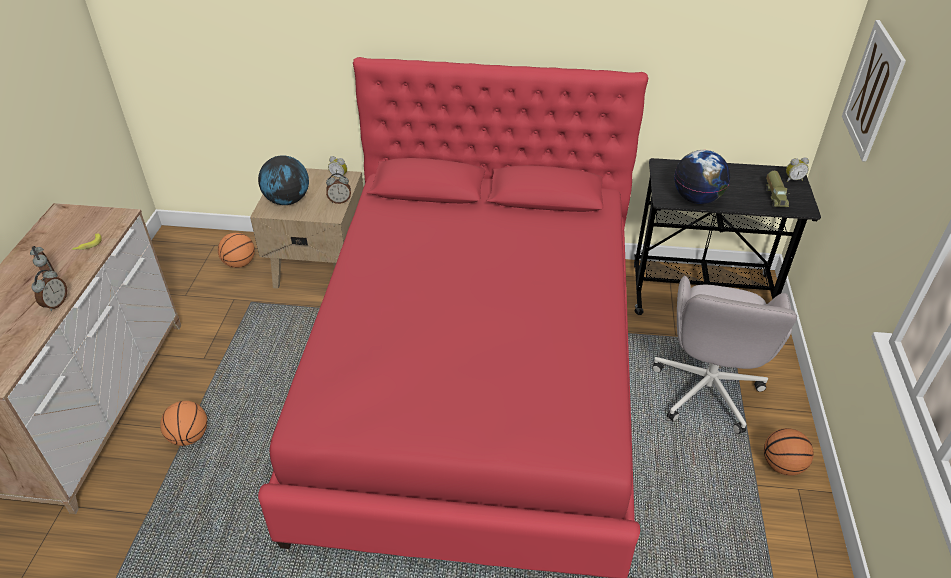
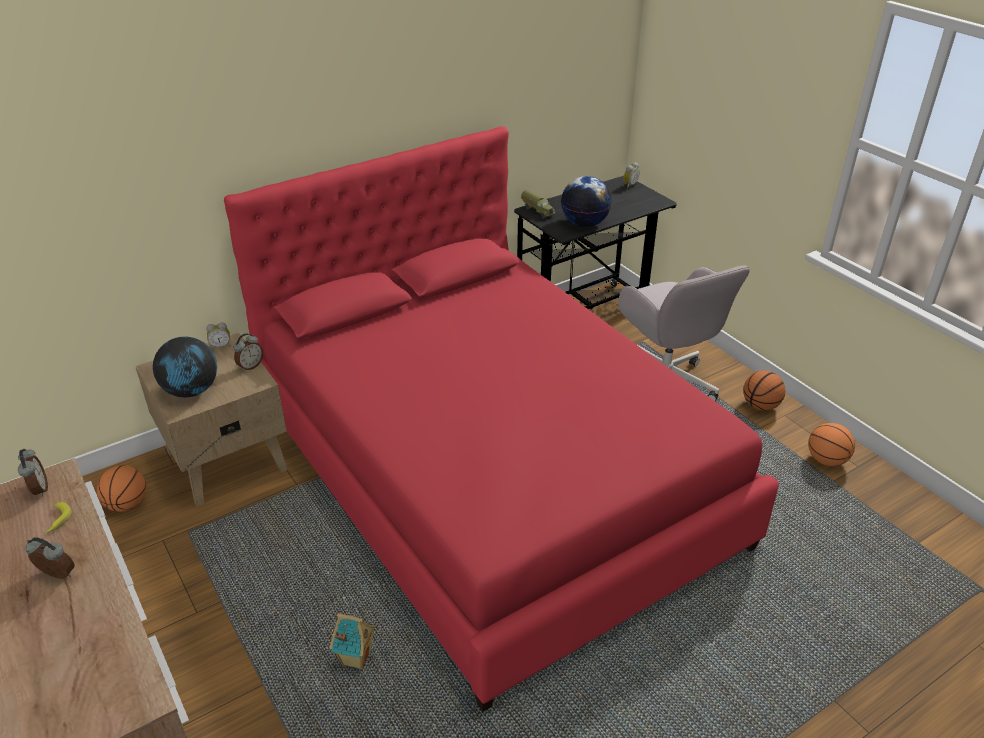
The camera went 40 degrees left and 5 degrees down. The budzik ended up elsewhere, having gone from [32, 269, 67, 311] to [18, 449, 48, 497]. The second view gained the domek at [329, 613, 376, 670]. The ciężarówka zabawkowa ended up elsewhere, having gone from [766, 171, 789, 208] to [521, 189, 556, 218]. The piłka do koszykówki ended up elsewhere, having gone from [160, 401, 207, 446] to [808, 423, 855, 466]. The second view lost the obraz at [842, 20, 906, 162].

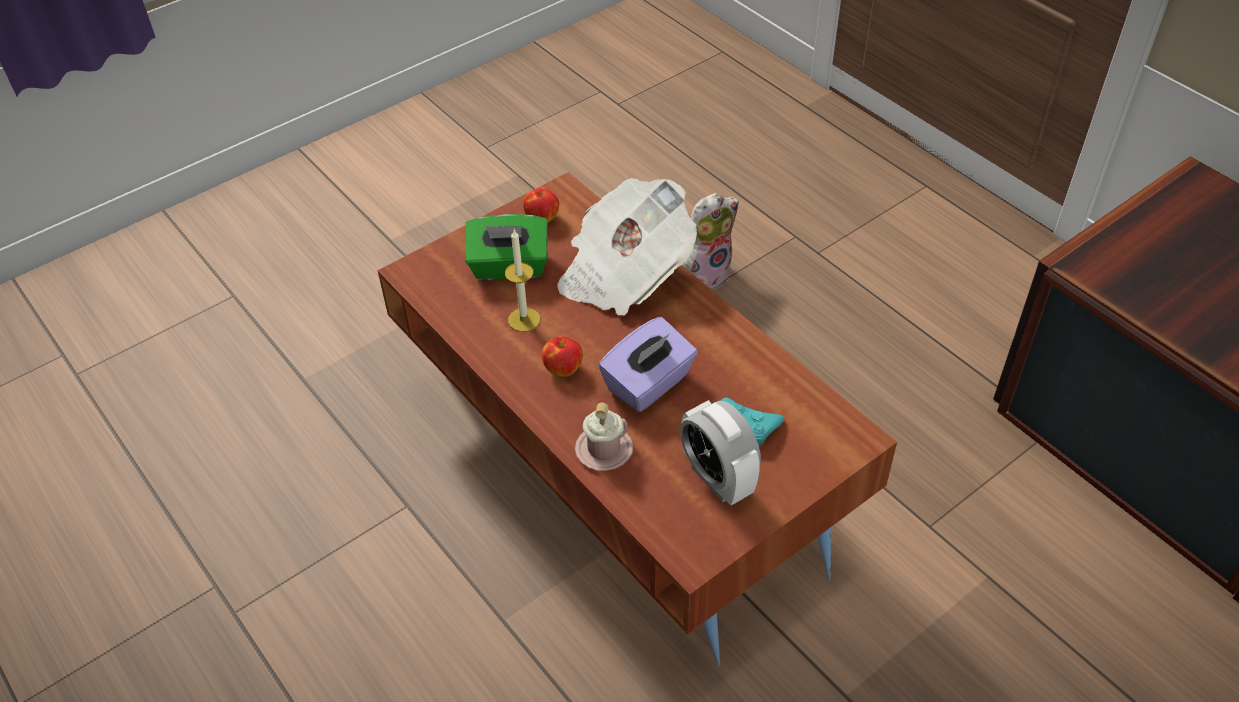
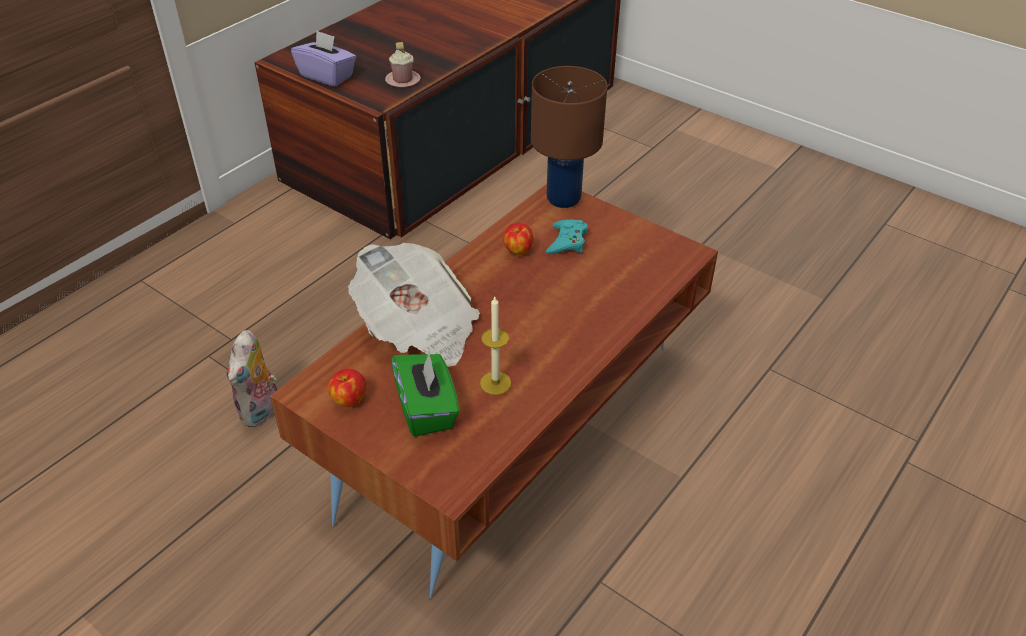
The camera went 105 degrees left and 5 degrees down. The pluszak at [683, 193, 739, 289] ended up facing another way, 120 degrees counterclockwise from before. The pudełko chusteczek [fioletowy] ended up elsewhere, having gone from [598, 317, 698, 412] to [291, 30, 356, 87]. The kubek [różowy] ended up elsewhere, having gone from [575, 403, 633, 471] to [385, 42, 420, 87]. The jabłko ended up elsewhere, having gone from [542, 336, 583, 377] to [503, 223, 533, 255]. The second view gained the lampa stołowa [brązowy] at [531, 66, 607, 208]. The second view lost the budzik at [680, 400, 761, 506].

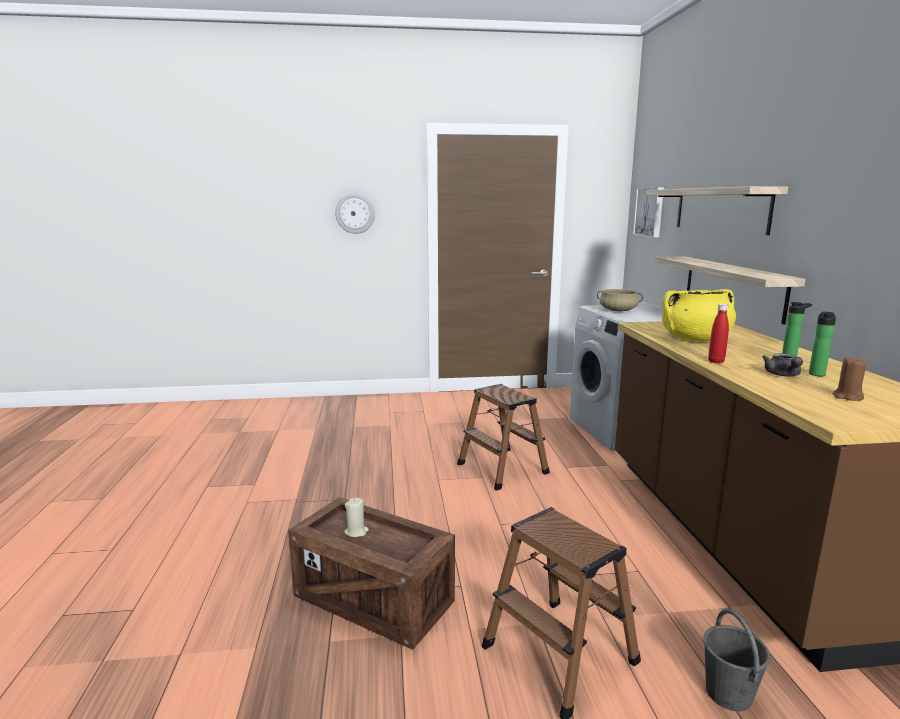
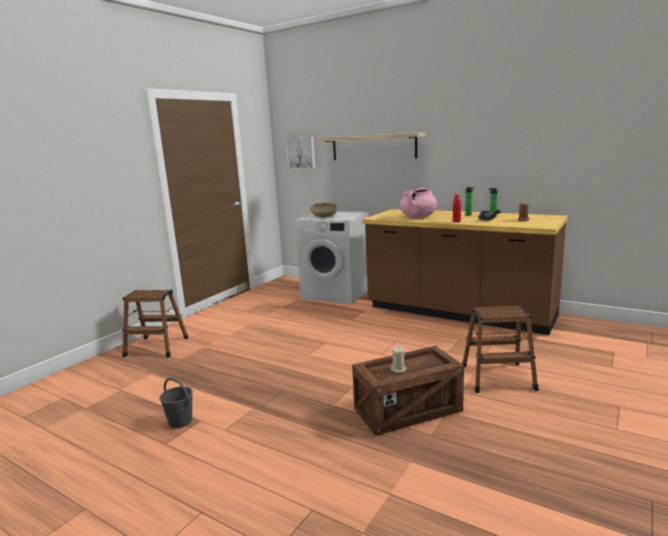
The camera went 50 degrees left and 0 degrees up. The drabinka [brązowy] ended up elsewhere, having gone from [457, 384, 550, 491] to [122, 289, 188, 358]. The wiadro [szary] ended up elsewhere, having gone from [703, 608, 771, 712] to [159, 377, 193, 428]. What was the garnek [żółty] at [662, 289, 736, 341] turned into the garnek [różowy] at [399, 188, 437, 218]. The second view lost the zegar ścienny at [335, 193, 375, 234]. The second view lost the półka at [655, 256, 806, 324].

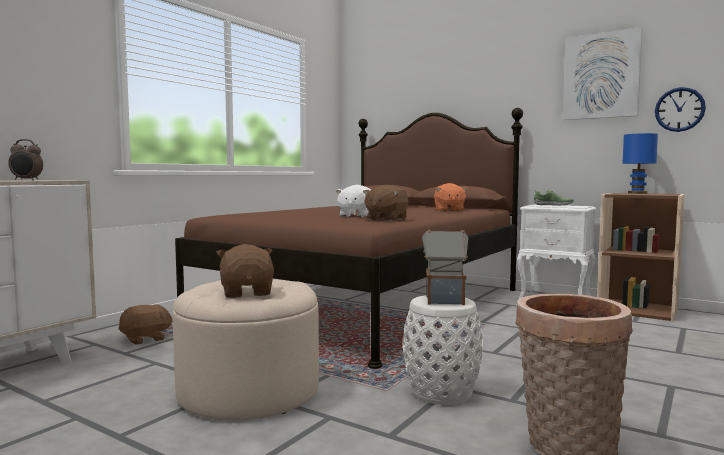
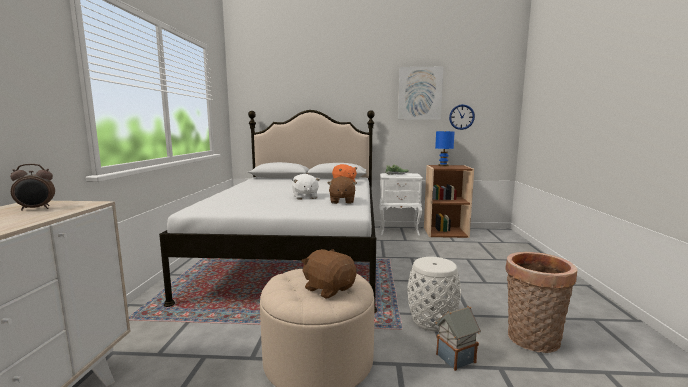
The camera went 30 degrees left and 5 degrees up. What was the łóżko [brązowy] at [175, 108, 523, 369] turned into the łóżko [biały] at [159, 110, 377, 313]. The domek ended up elsewhere, having gone from [422, 230, 468, 305] to [436, 306, 481, 371]. The second view lost the pluszak [brązowy] at [118, 304, 173, 345].

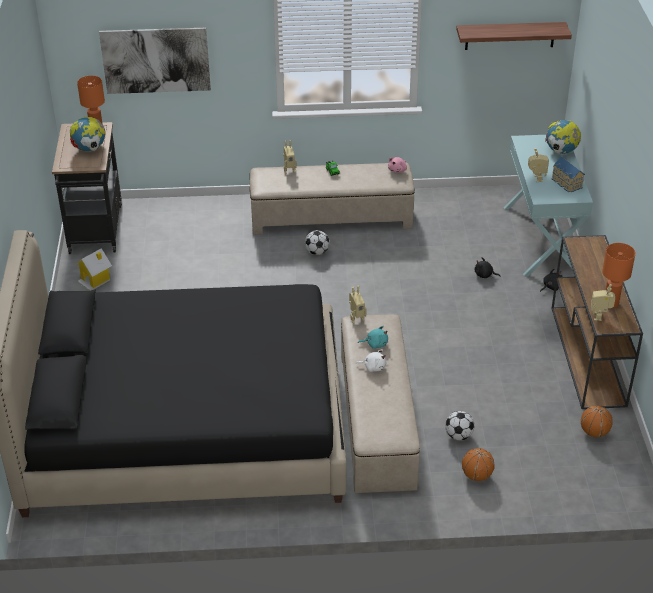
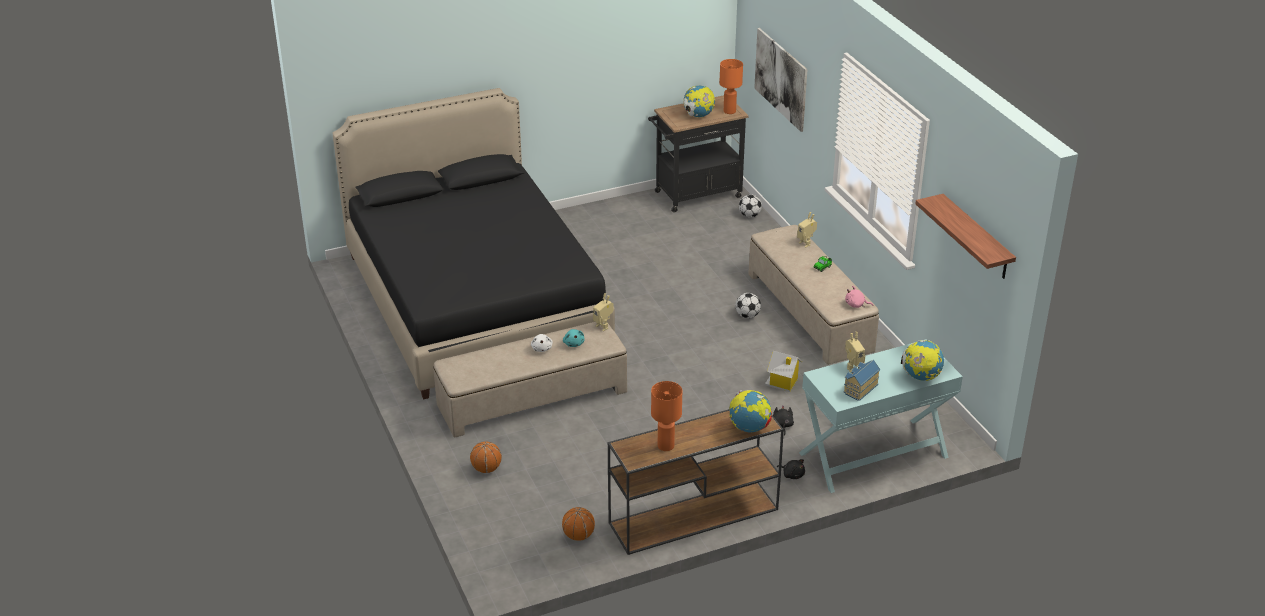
The camera went 70 degrees right and 5 degrees down. The second view gained the globus at [729, 390, 772, 433]. The piłka futbolowa ended up elsewhere, having gone from [445, 411, 475, 440] to [739, 194, 762, 218]. The domek ended up elsewhere, having gone from [75, 248, 112, 291] to [765, 351, 802, 392]. The second view lost the robot zabawkowy at [591, 284, 615, 321].

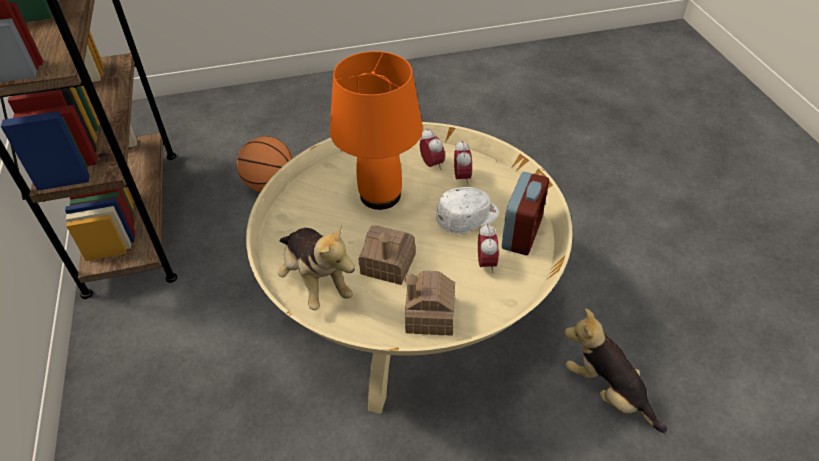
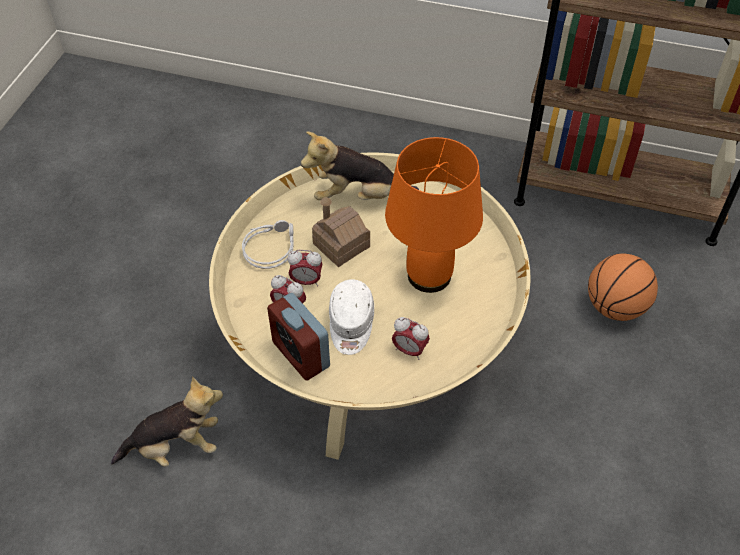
The camera went 120 degrees right and 5 degrees up. Where the domek stood at [405, 271, 455, 336], the słuchawki [szary] came to stand at [242, 220, 294, 269]. The budzik ended up elsewhere, having gone from [420, 128, 445, 170] to [287, 250, 322, 287].

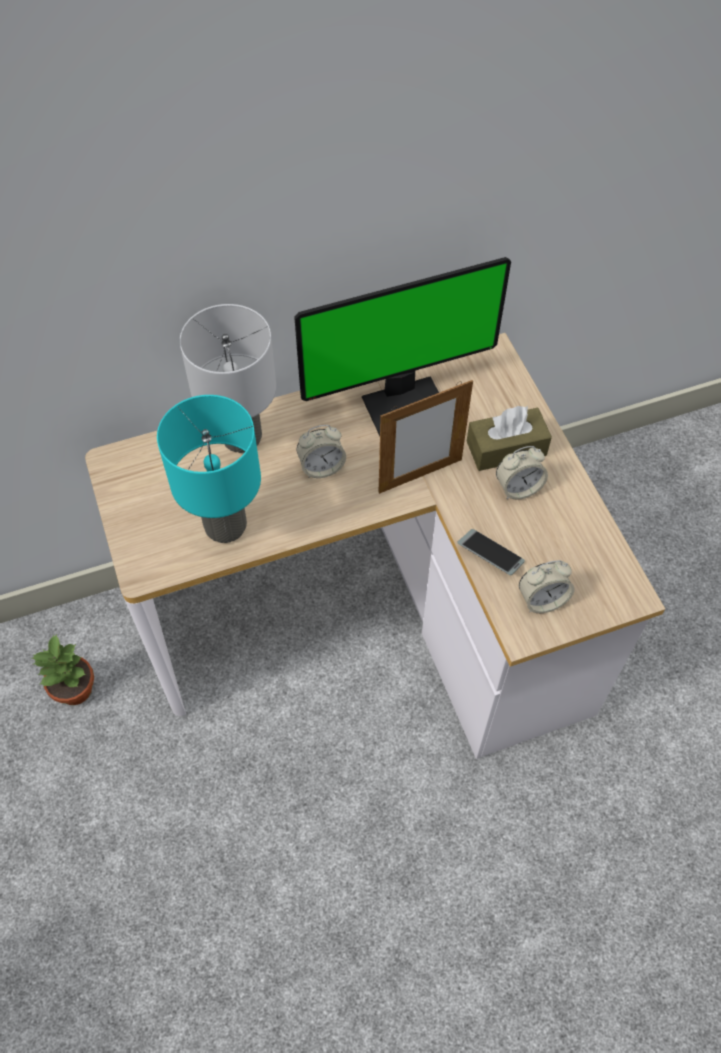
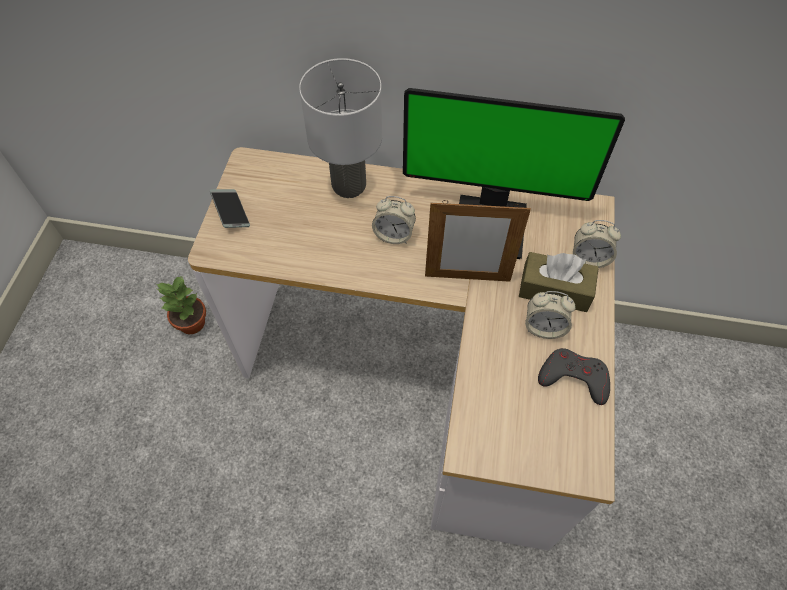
The camera went 30 degrees right and 0 degrees up. The telefon ended up elsewhere, having gone from [457, 529, 525, 575] to [210, 189, 250, 228]. The second view gained the pad do gier [szary] at [538, 348, 610, 405]. The budzik ended up elsewhere, having gone from [519, 560, 574, 613] to [573, 220, 621, 268]. The second view lost the lampa stołowa [turkusowy] at [157, 395, 261, 543].

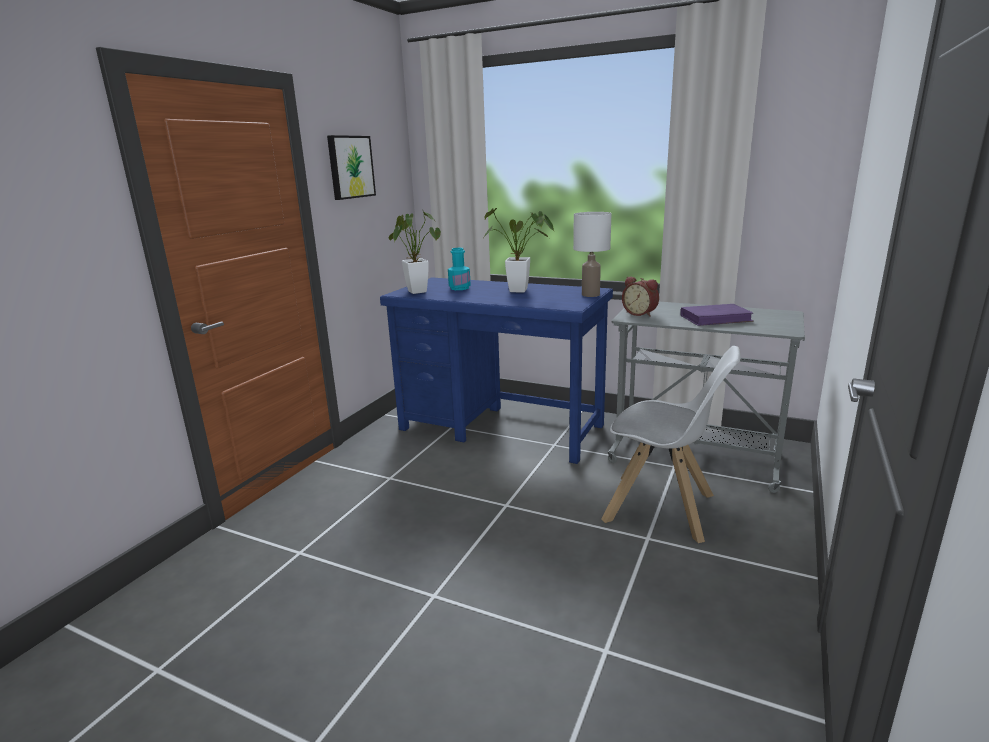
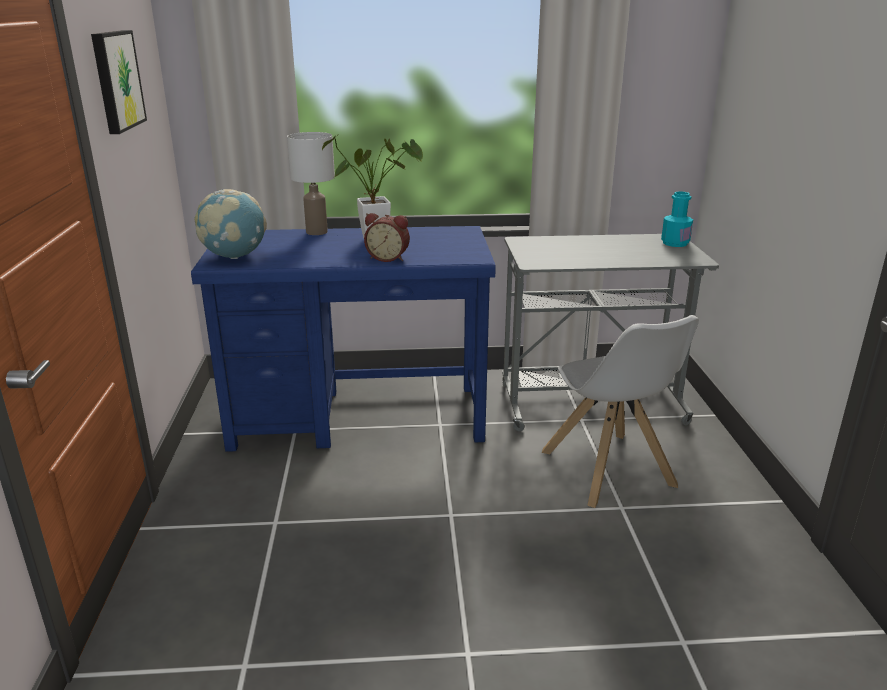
The camera went 30 degrees left and 5 degrees up. Where the roślina doniczkowa stood at [389, 209, 441, 294], the globus came to stand at [194, 189, 267, 259]. The lampa stołowa [biały] ended up elsewhere, having gone from [573, 212, 612, 297] to [287, 132, 335, 235]. The budzik ended up elsewhere, having gone from [622, 276, 659, 317] to [364, 213, 410, 262]. The krzesło at [601, 346, 741, 543] ended up facing another way, 75 degrees clockwise from before. The butelka [turkusowy] ended up elsewhere, having gone from [448, 248, 471, 290] to [661, 192, 693, 247]. The second view lost the książka [fioletowy] at [680, 304, 754, 326].

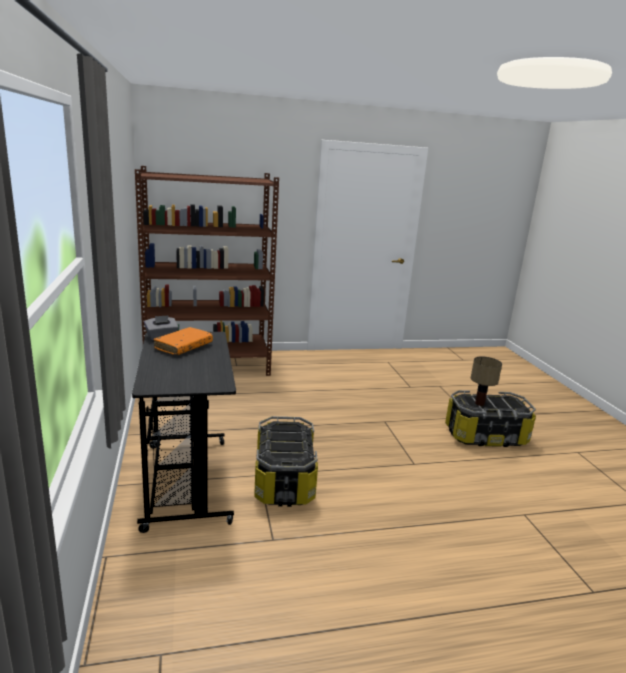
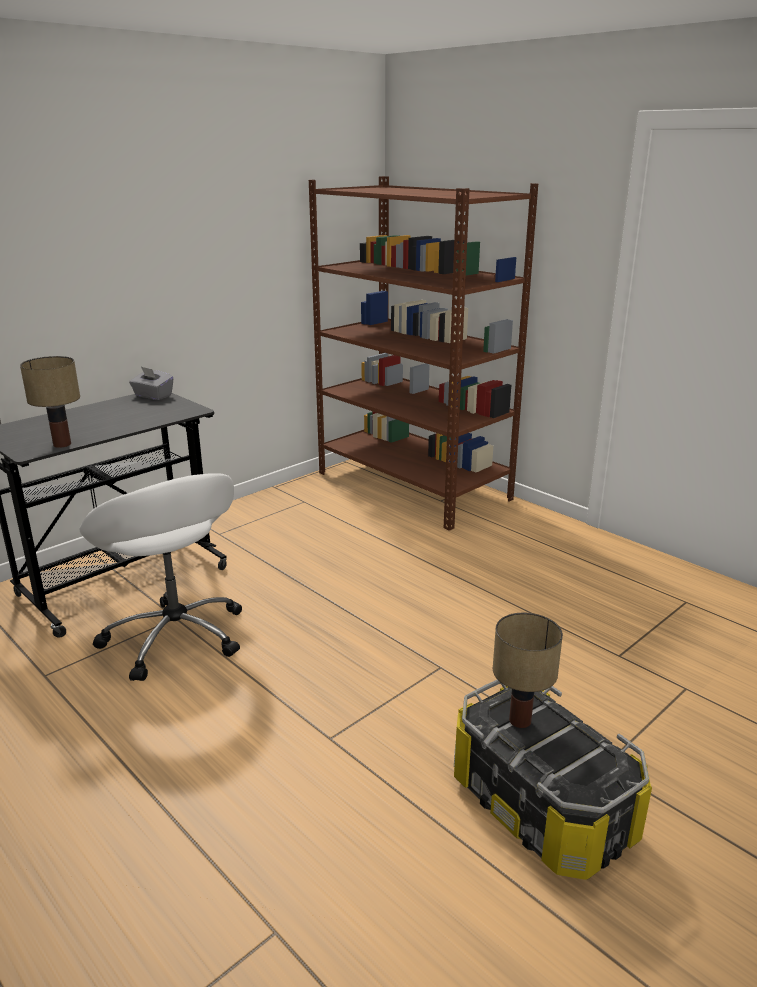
The camera went 60 degrees right and 5 degrees up. The second view gained the lampa stołowa at [20, 356, 80, 448]. Where the pojemnik do przechowywania stood at [254, 416, 318, 507], the krzesło biurowe [biały] came to stand at [79, 473, 242, 681]. The second view lost the książka [pomarańczowy] at [154, 327, 213, 355].

